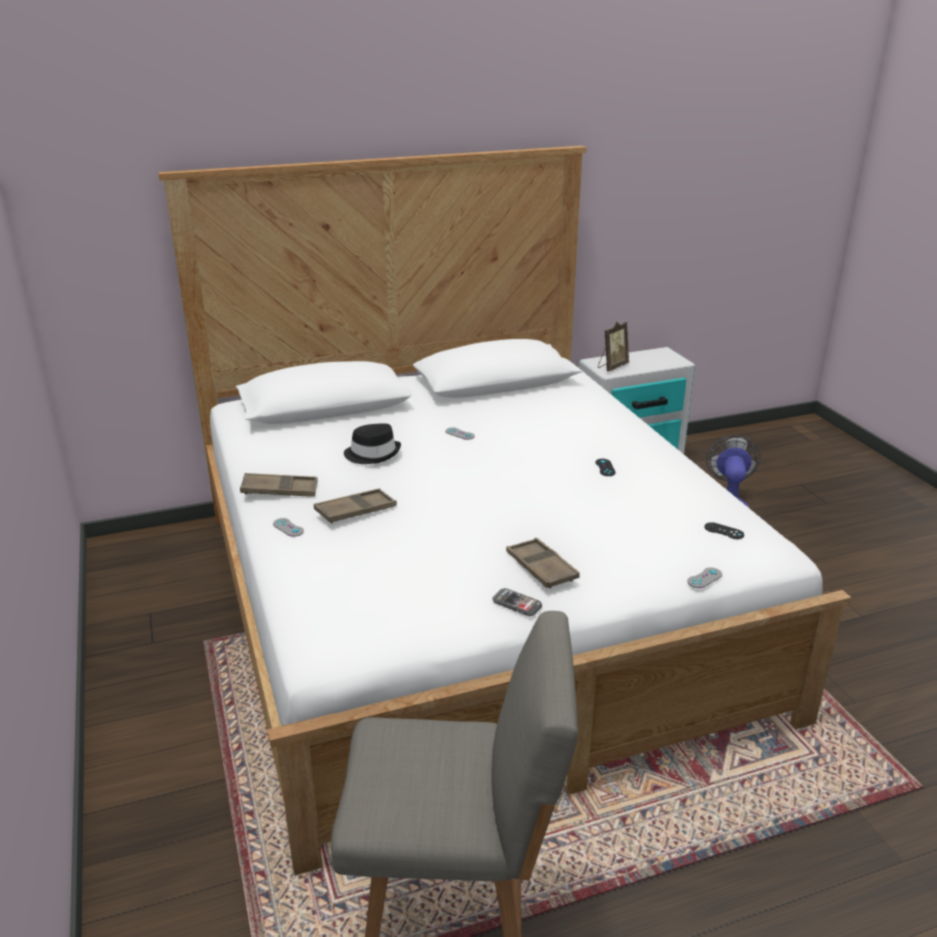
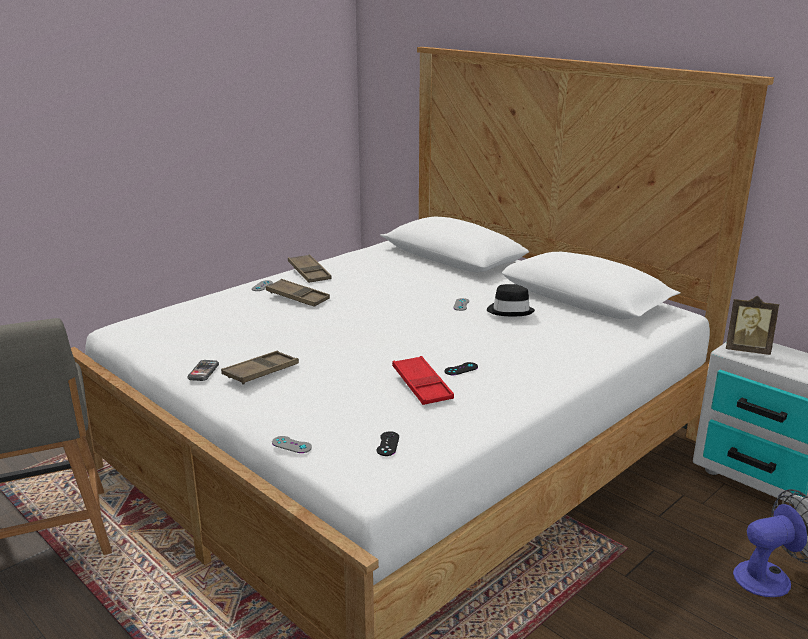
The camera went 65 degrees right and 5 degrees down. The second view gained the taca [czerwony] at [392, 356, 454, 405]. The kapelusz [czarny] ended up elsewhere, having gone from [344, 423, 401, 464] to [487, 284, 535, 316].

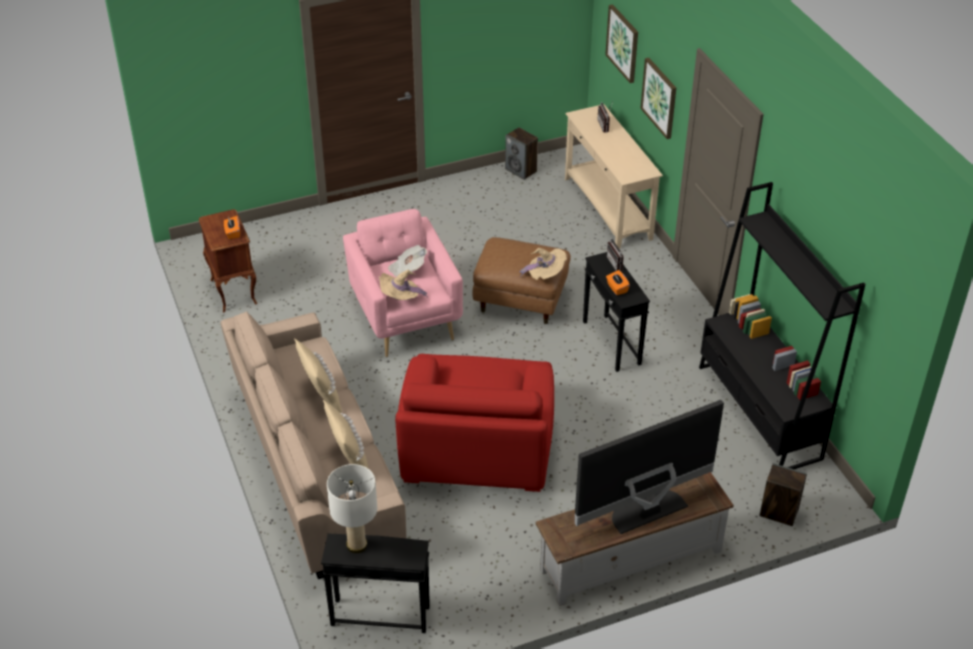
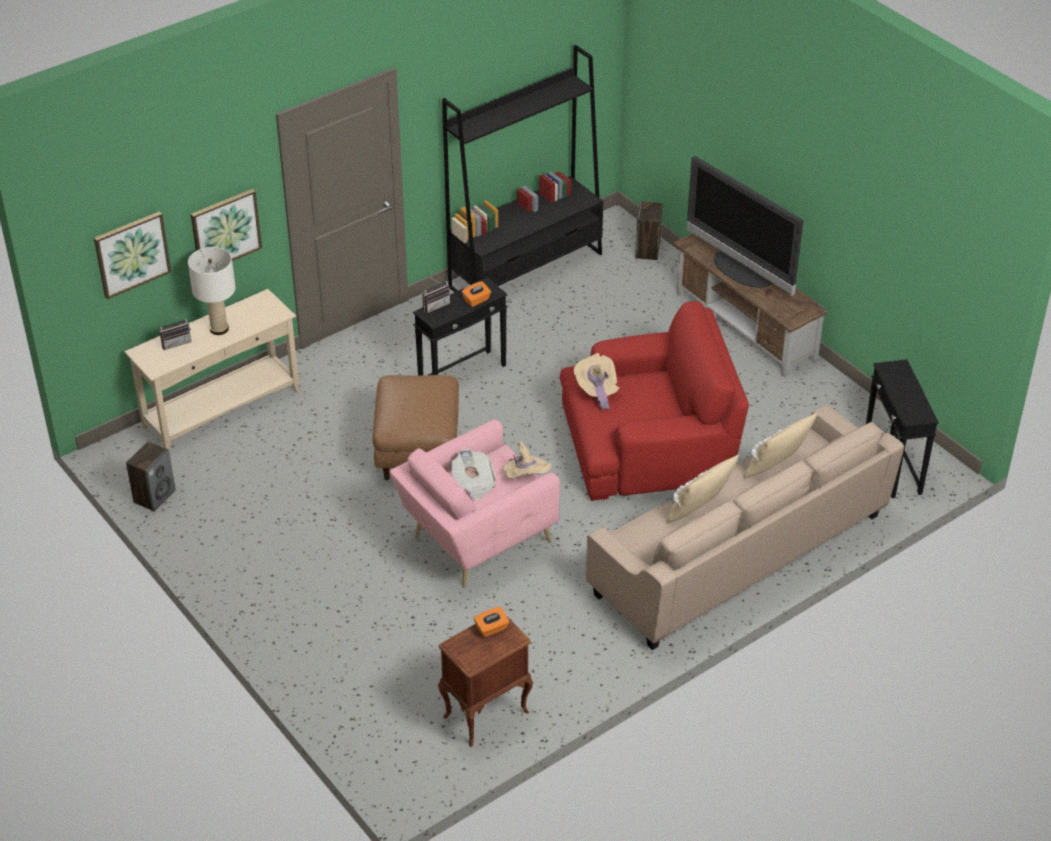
The camera went 105 degrees left and 0 degrees up. The lampa stołowa [biały] ended up elsewhere, having gone from [327, 464, 377, 553] to [188, 247, 236, 335]. The kapelusz [beżowy] ended up elsewhere, having gone from [520, 248, 567, 280] to [573, 353, 619, 412].

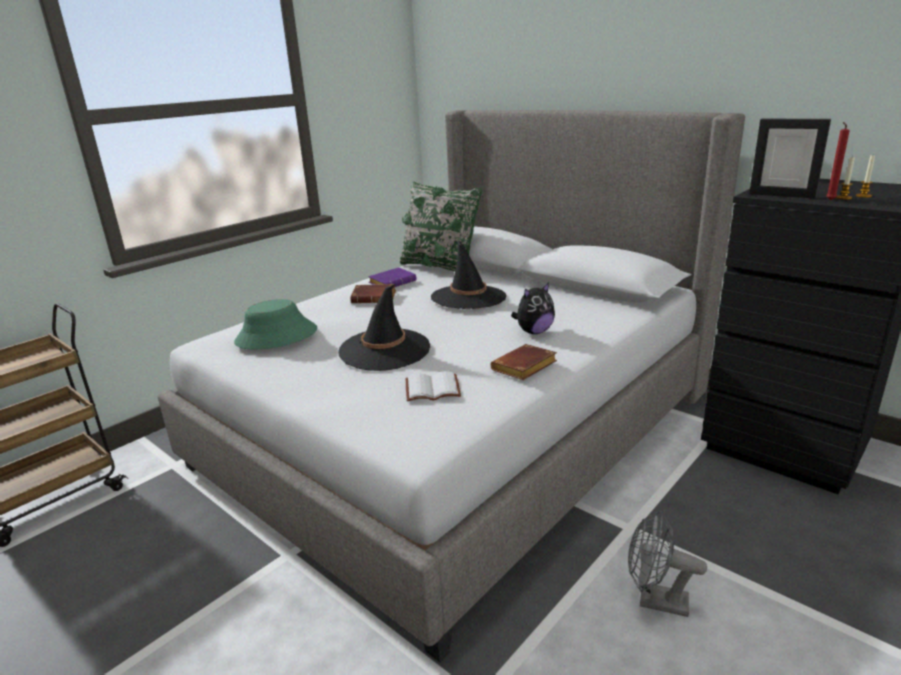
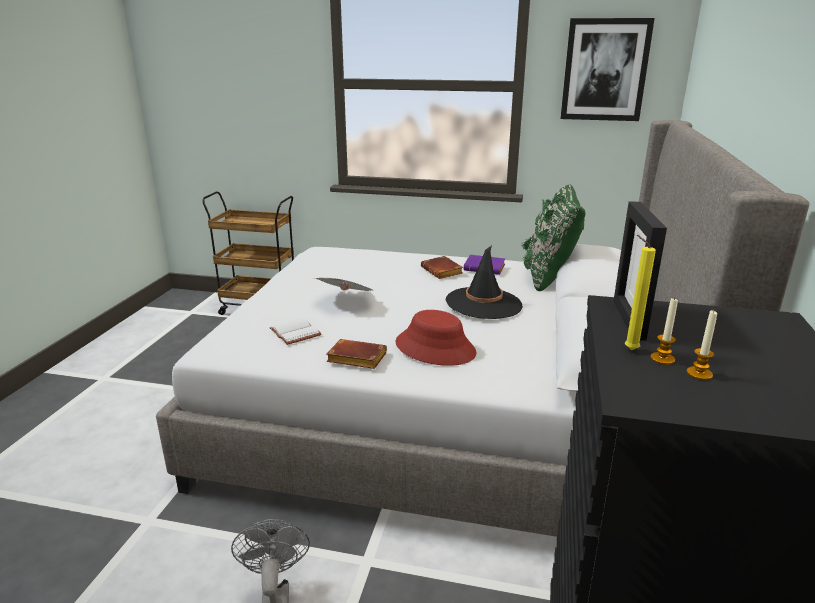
The camera went 60 degrees right and 0 degrees up. Where the kapelusz [czarny] stood at [338, 284, 430, 371], the gazeta came to stand at [315, 278, 373, 291]. Where the pluszak stood at [511, 282, 555, 334], the kapelusz [czerwony] came to stand at [395, 310, 476, 366]. The second view gained the obraz at [561, 18, 655, 121]. What was the świeca [czerwony] at [826, 122, 850, 200] turned into the świeca [żółty] at [625, 235, 656, 350]. The second view lost the kapelusz [zielony] at [234, 299, 317, 349].

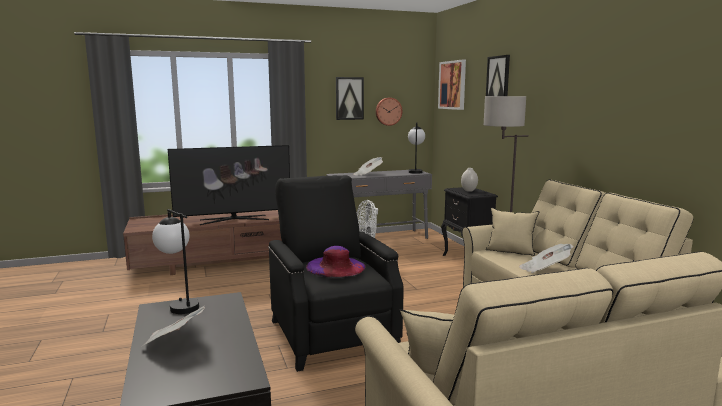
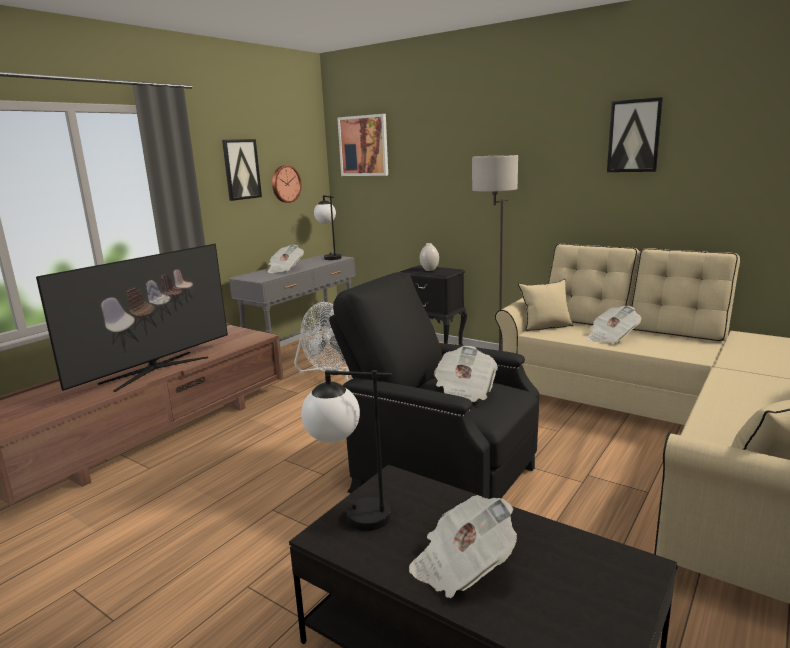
The camera went 35 degrees left and 5 degrees up. Where the kapelusz [fioletowy] stood at [306, 246, 365, 278], the gazeta came to stand at [434, 346, 498, 402]. The obraz ended up elsewhere, having gone from [486, 55, 510, 96] to [607, 97, 663, 172].

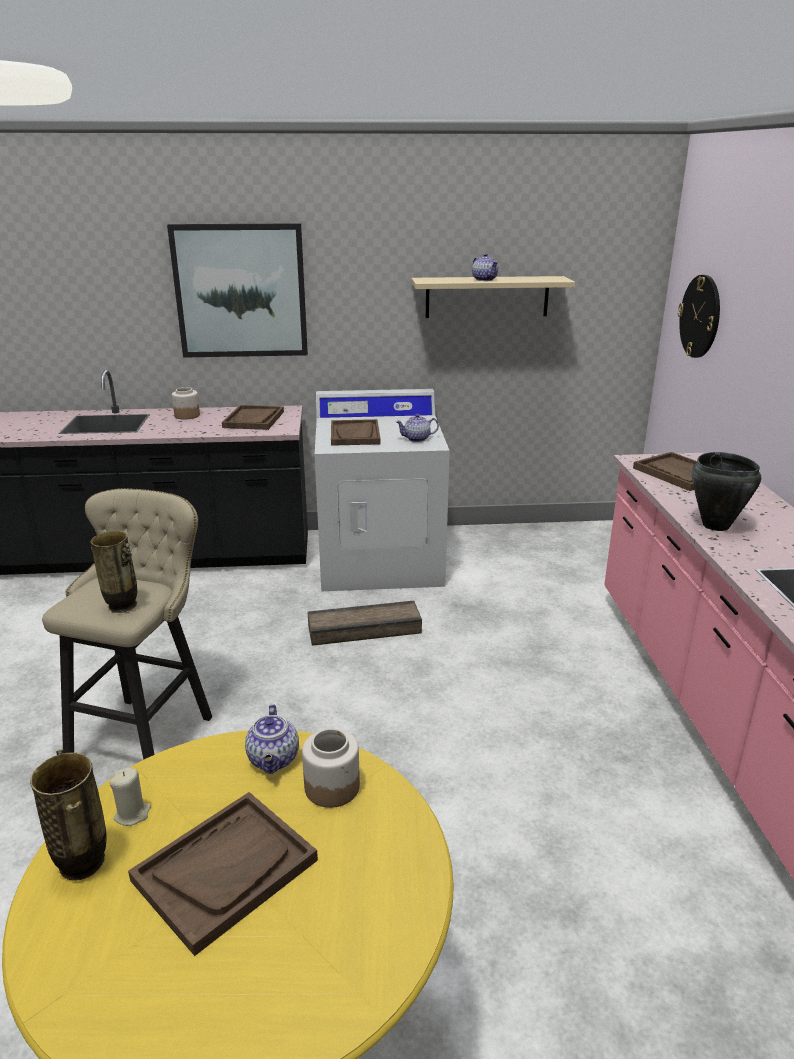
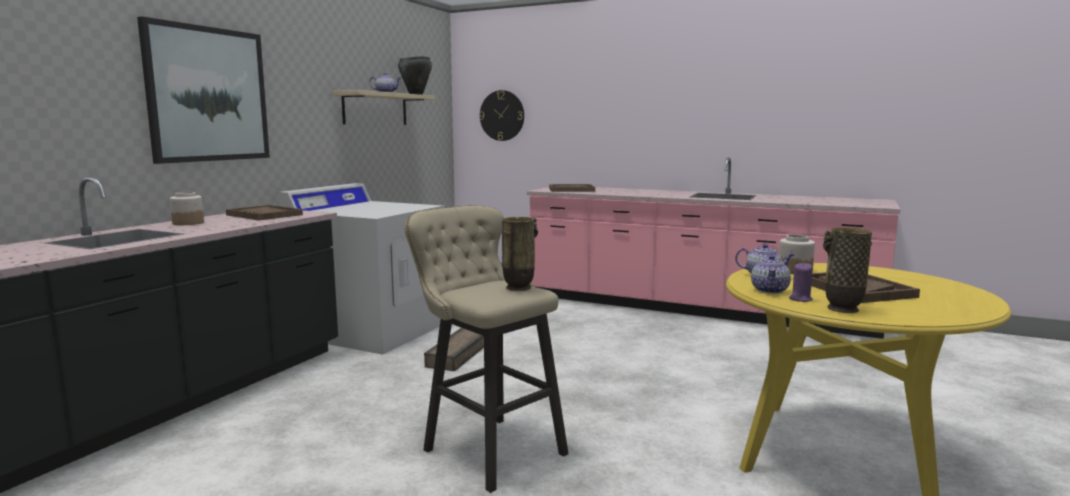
The camera went 60 degrees left and 15 degrees down. The garnek [czarny] ended up elsewhere, having gone from [692, 452, 761, 531] to [398, 57, 432, 95]. The imbryk ended up elsewhere, having gone from [396, 414, 439, 442] to [751, 255, 791, 294]. What was the świeca [beżowy] at [110, 768, 151, 826] turned into the świeca [fioletowy] at [789, 262, 813, 302]. The second view lost the taca [brązowy] at [331, 419, 380, 446].

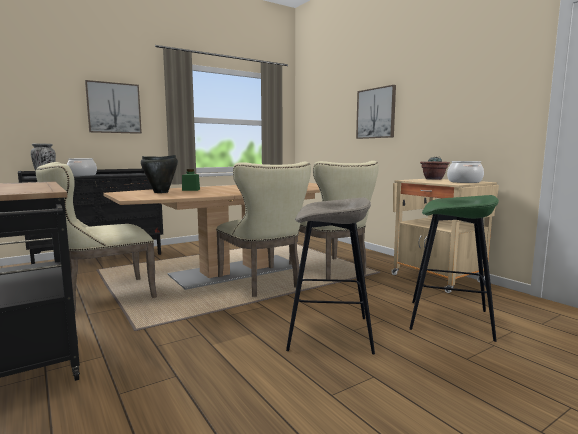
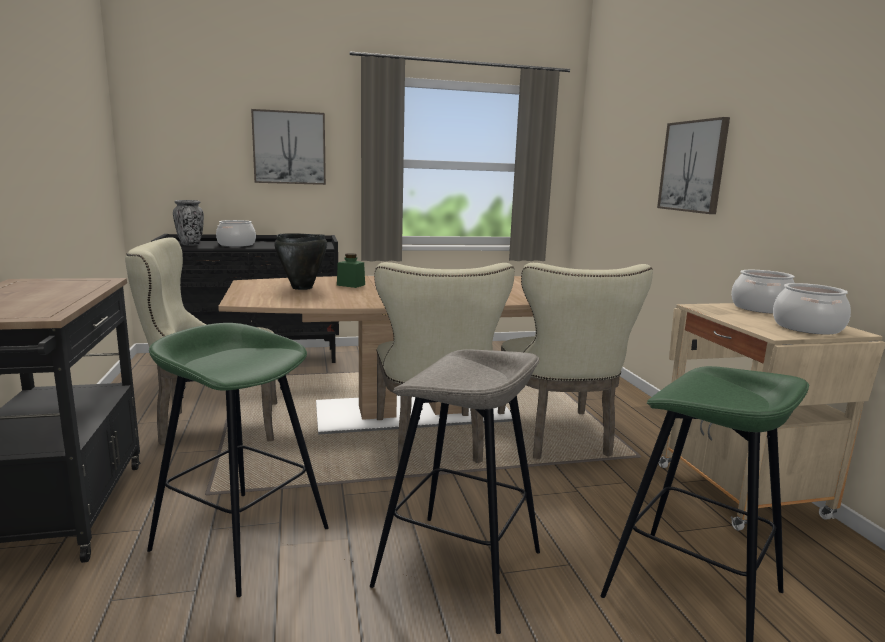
The camera went 20 degrees right and 5 degrees up. The second view gained the stołek [zielony] at [147, 323, 329, 597]. Where the roślina doniczkowa stood at [420, 156, 450, 180], the garnek came to stand at [731, 270, 794, 314].

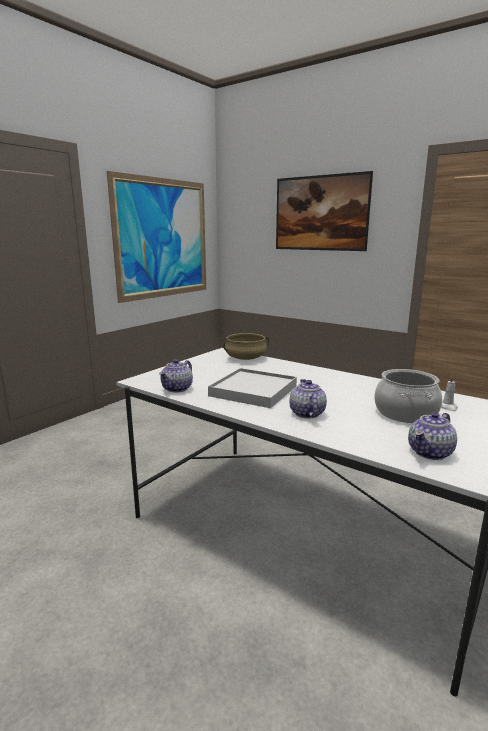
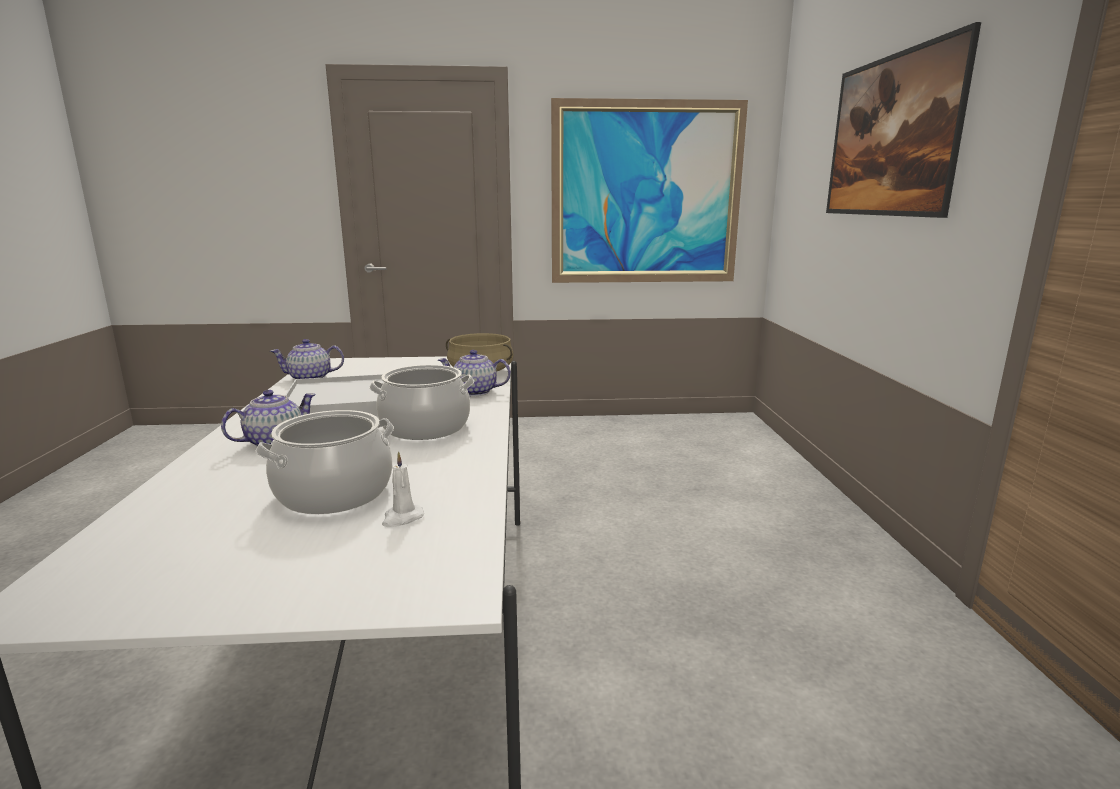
The camera went 50 degrees right and 0 degrees up. The second view gained the garnek at [369, 365, 474, 440]. The imbryk ended up elsewhere, having gone from [408, 412, 457, 460] to [438, 350, 511, 396].

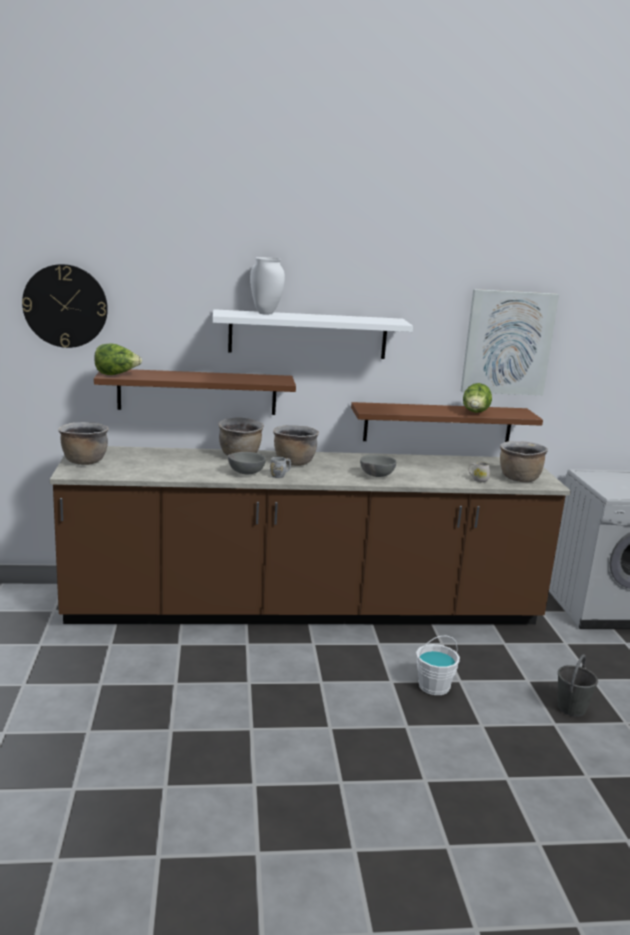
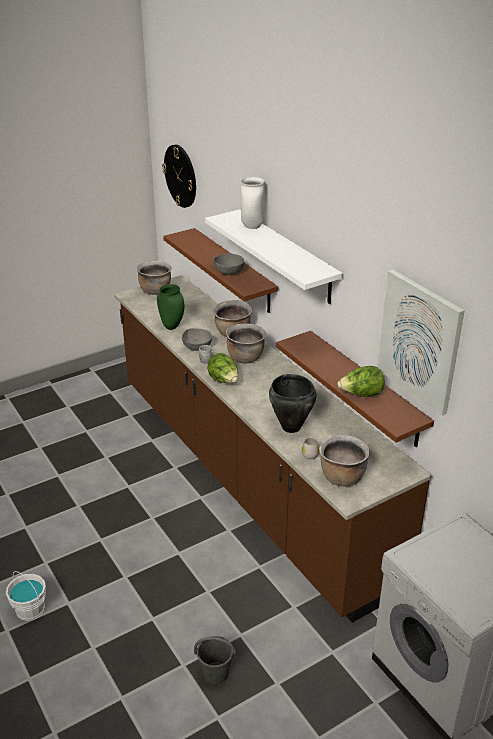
The camera went 65 degrees right and 15 degrees up. The wiadro [biały] ended up elsewhere, having gone from [416, 636, 460, 695] to [6, 571, 46, 621]. The second view gained the wazon [zielony] at [157, 284, 185, 330]. The sałata ended up elsewhere, having gone from [94, 343, 142, 375] to [207, 353, 238, 383]. The miska [szary] ended up elsewhere, having gone from [360, 455, 396, 477] to [213, 254, 244, 275]. The second view gained the garnek [czarny] at [269, 374, 317, 433].

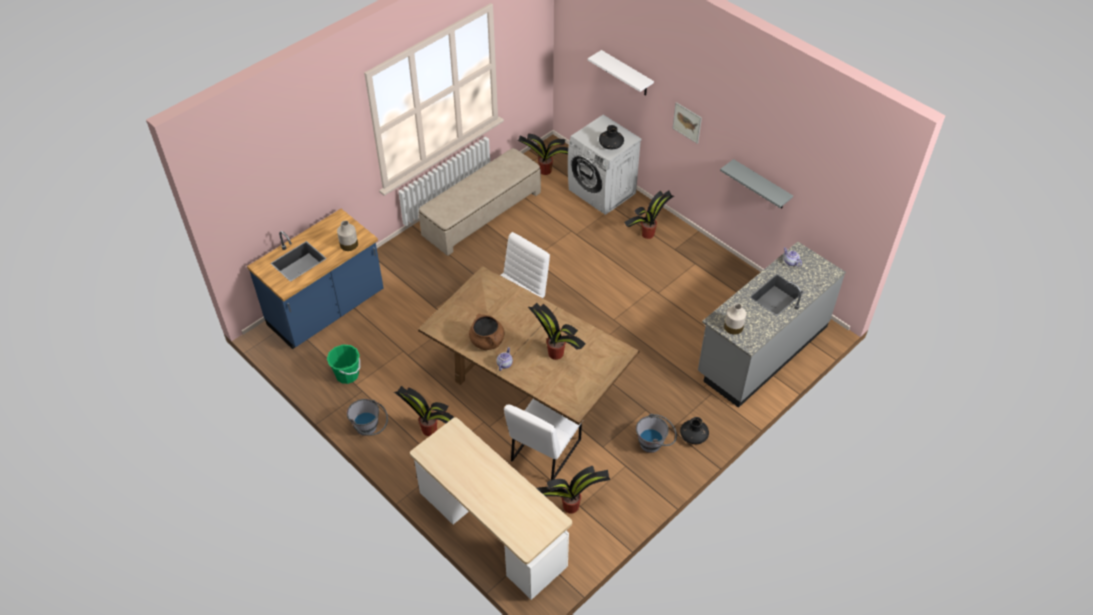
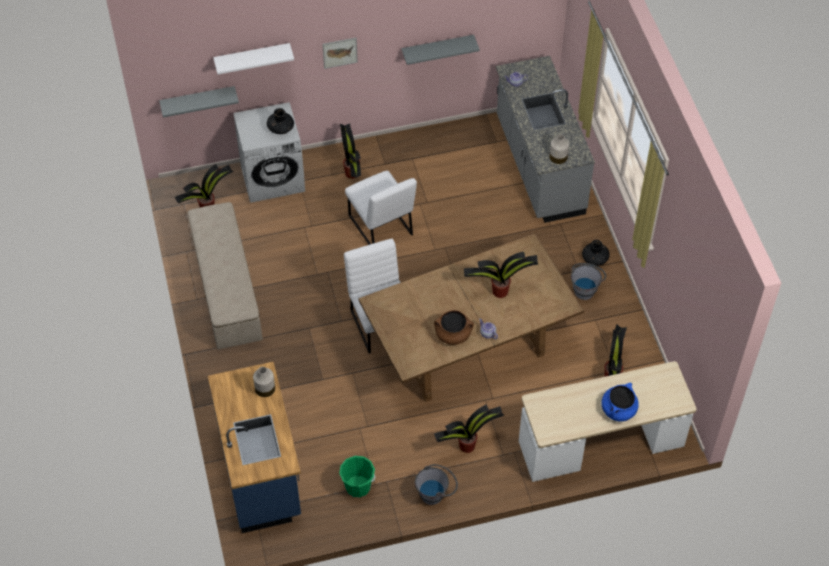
The camera went 60 degrees left and 5 degrees up. The second view gained the półka [szary] at [159, 86, 239, 118]. The krzesło [biały] ended up elsewhere, having gone from [504, 399, 582, 480] to [345, 171, 417, 245]. The second view gained the garnek [niebieski] at [601, 383, 639, 422].

